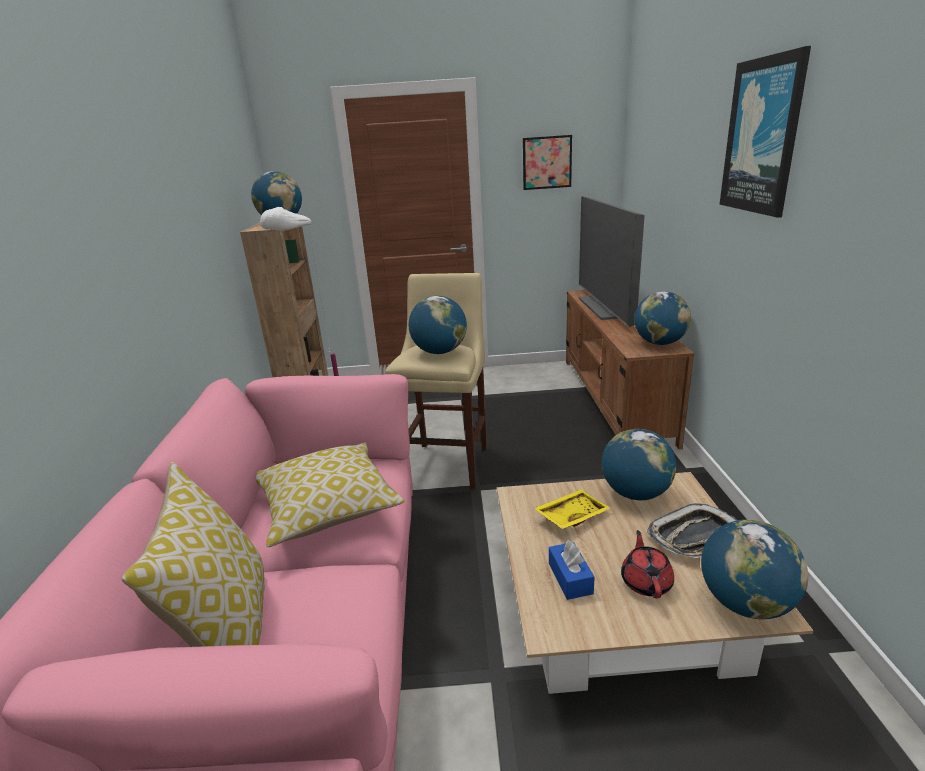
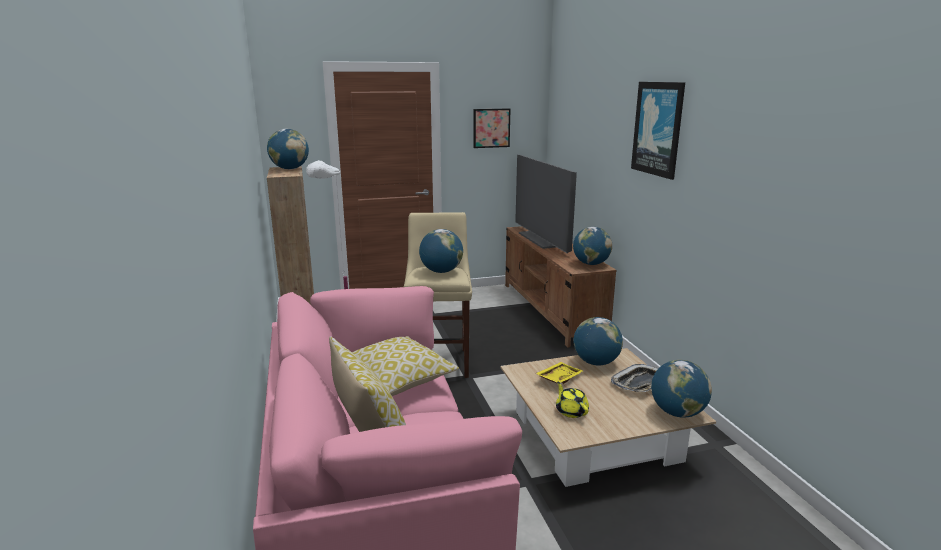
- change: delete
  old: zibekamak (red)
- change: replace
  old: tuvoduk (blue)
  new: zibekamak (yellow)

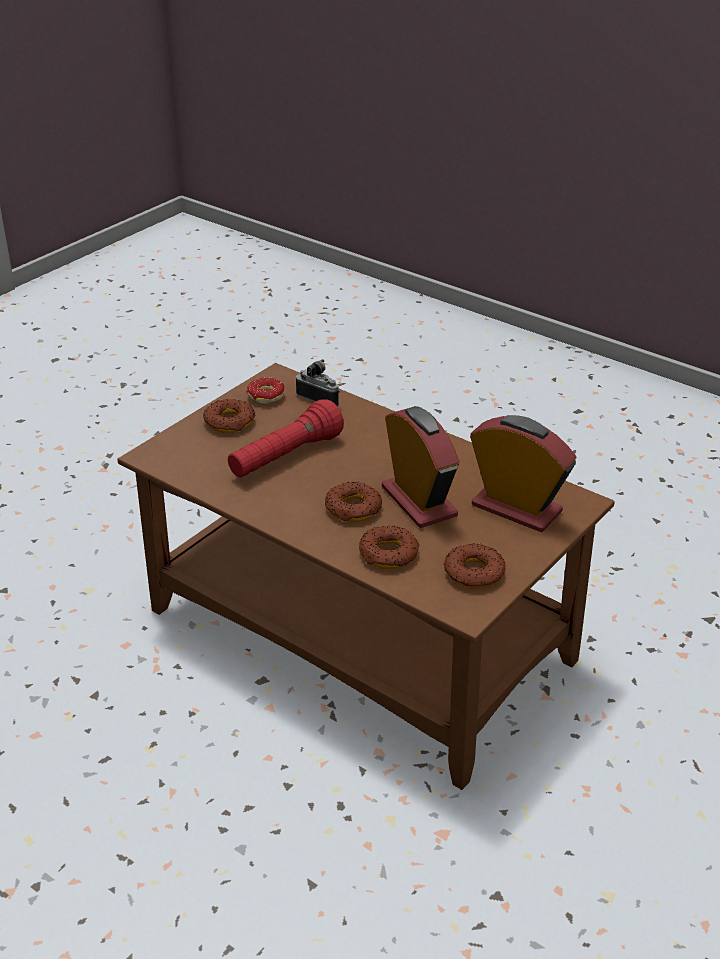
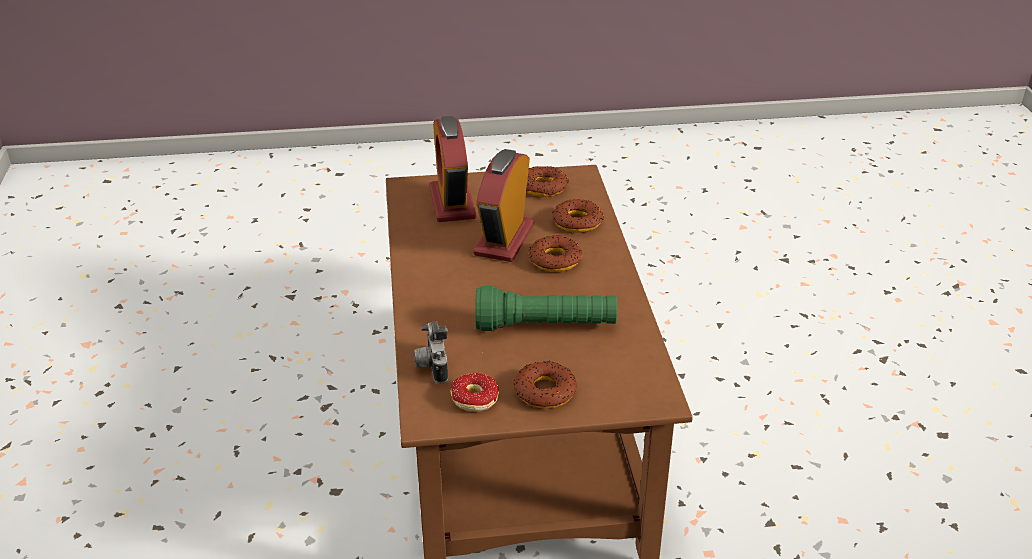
- change: recolor
  old: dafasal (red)
  new: dafasal (green)

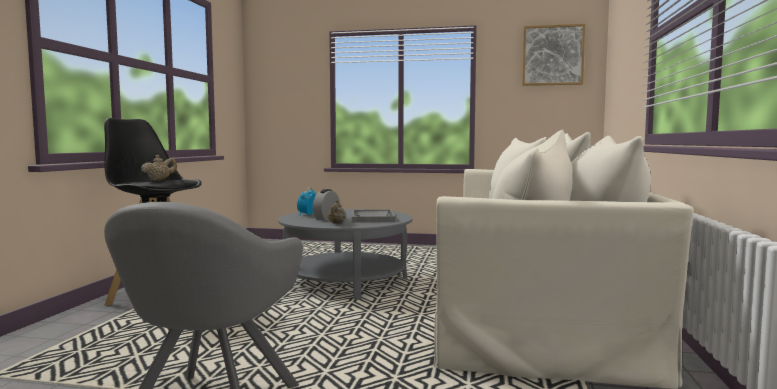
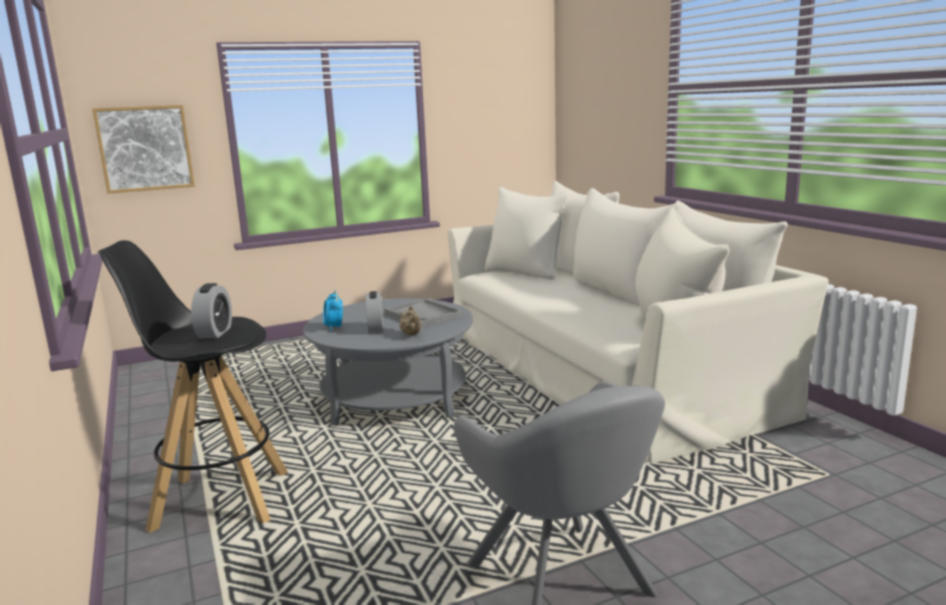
- change: move
  old: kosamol
- change: replace
  old: zibekamak (beige) (1st from left)
  new: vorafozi (1st from left)

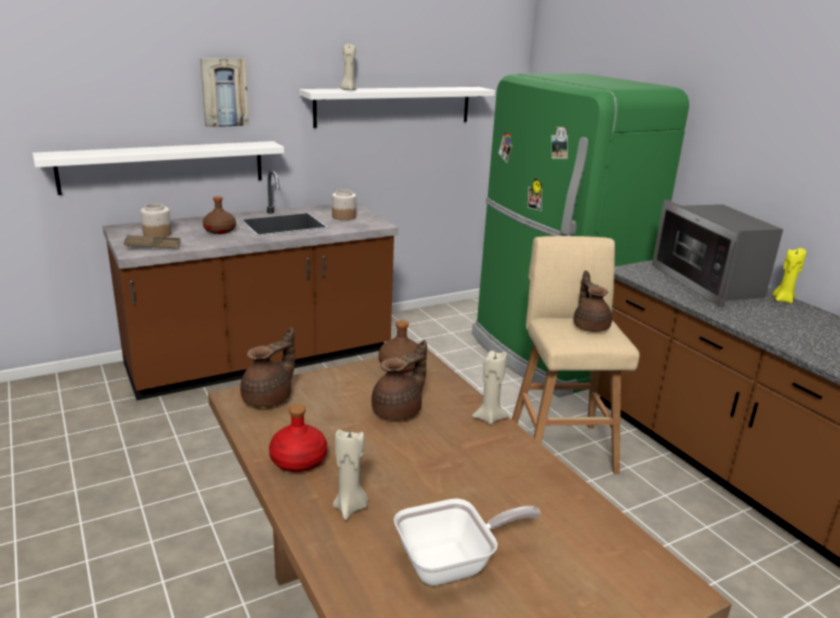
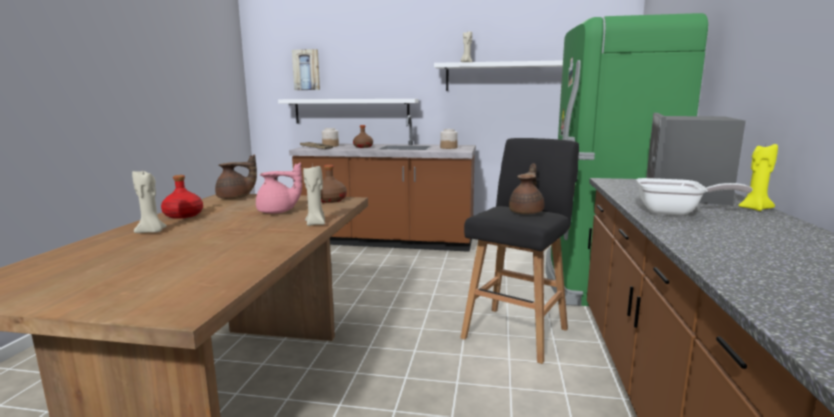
- change: move
  old: kosamol
- change: recolor
  old: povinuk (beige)
  new: povinuk (black)
- change: recolor
  old: zibekamak (brown) (2nd from left)
  new: zibekamak (pink)
- change: move
  old: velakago

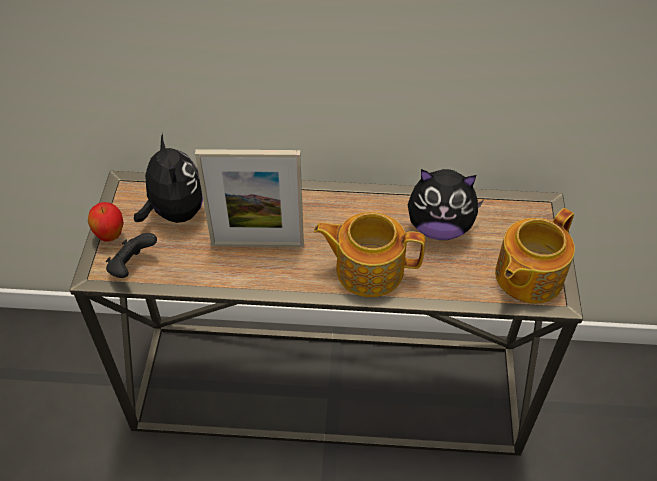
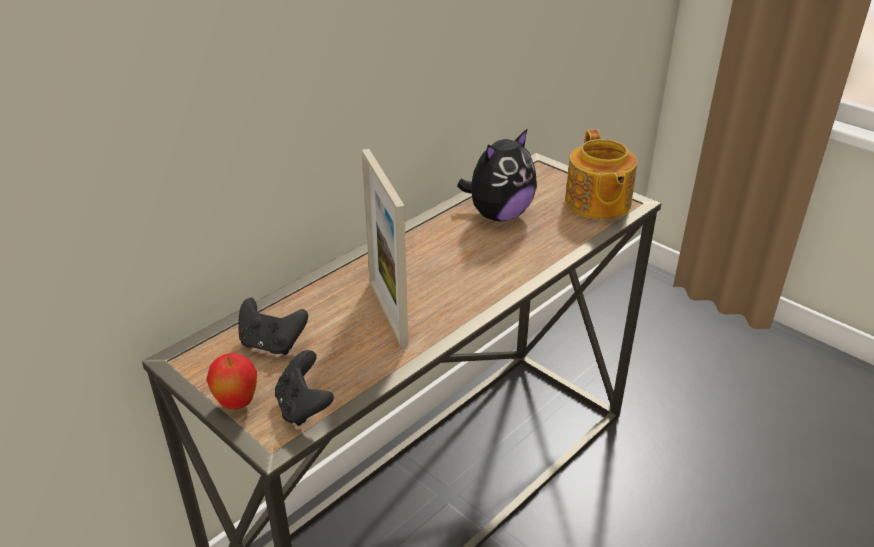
- change: replace
  old: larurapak (1st from left)
  new: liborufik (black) (1st from left)
- change: rotate
  old: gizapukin
  degrees: 120
- change: delete
  old: zibekamak (1st from left)

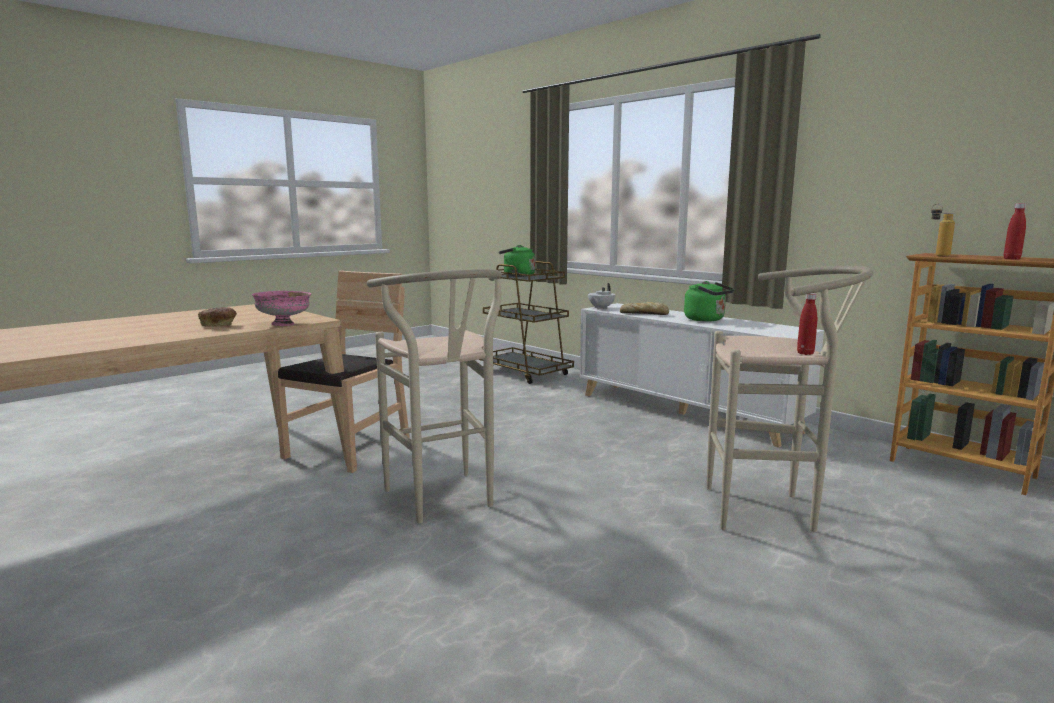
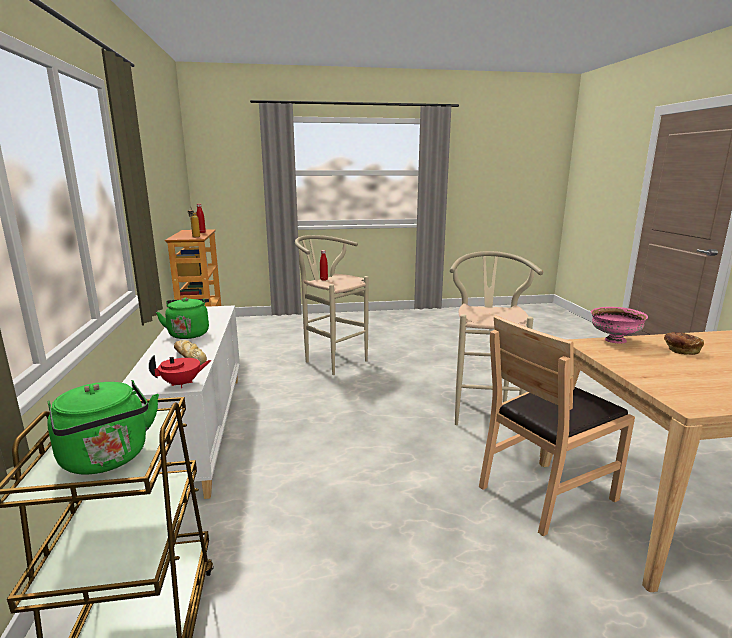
- change: recolor
  old: zibekamak (white)
  new: zibekamak (red)

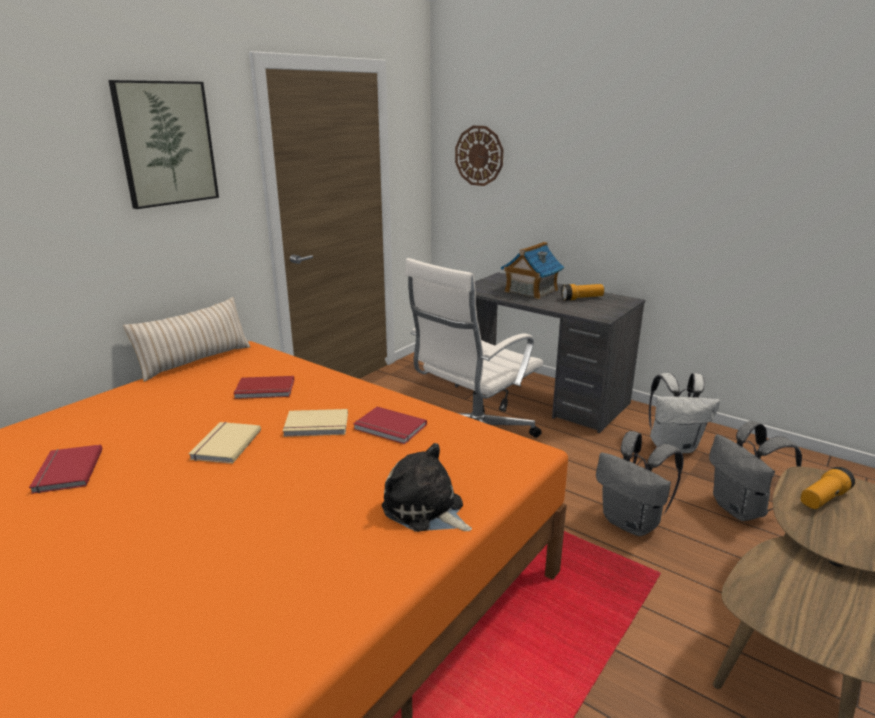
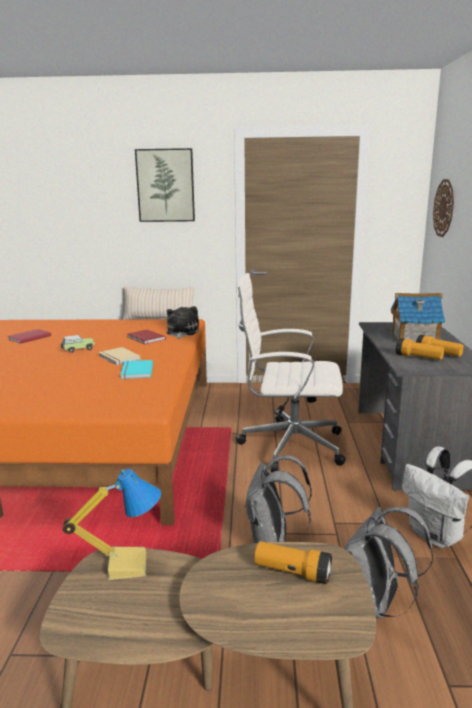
- change: recolor
  old: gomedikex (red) (3rd from left)
  new: gomedikex (turquoise)
- change: replace
  old: gomedikex (beige) (1st from left)
  new: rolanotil
- change: move
  old: larurapak
- change: insert
  new: dafasal (2nd from left)
- change: insert
  new: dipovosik

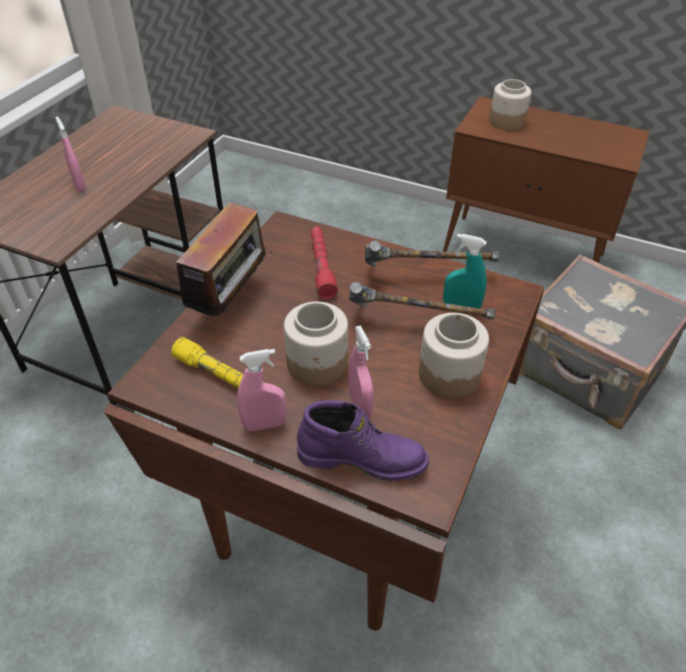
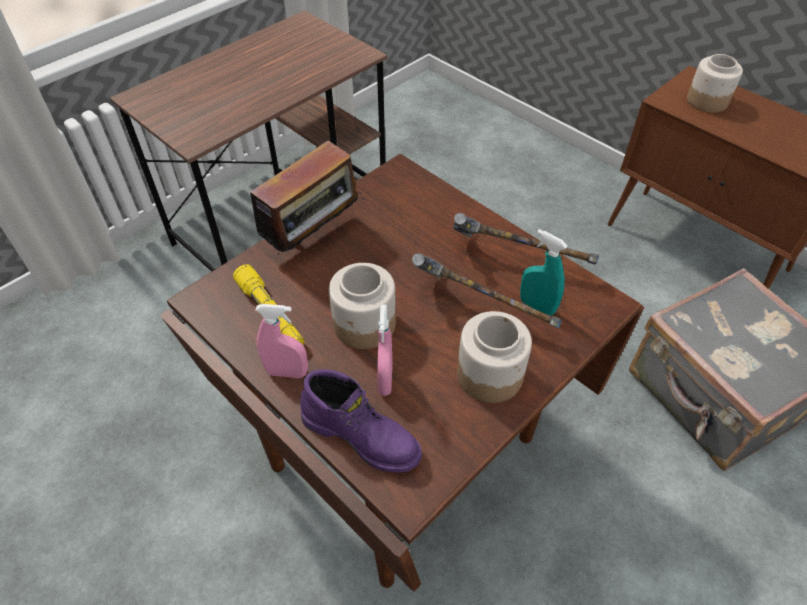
- change: delete
  old: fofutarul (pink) (1st from left)
- change: delete
  old: dafasal (red)

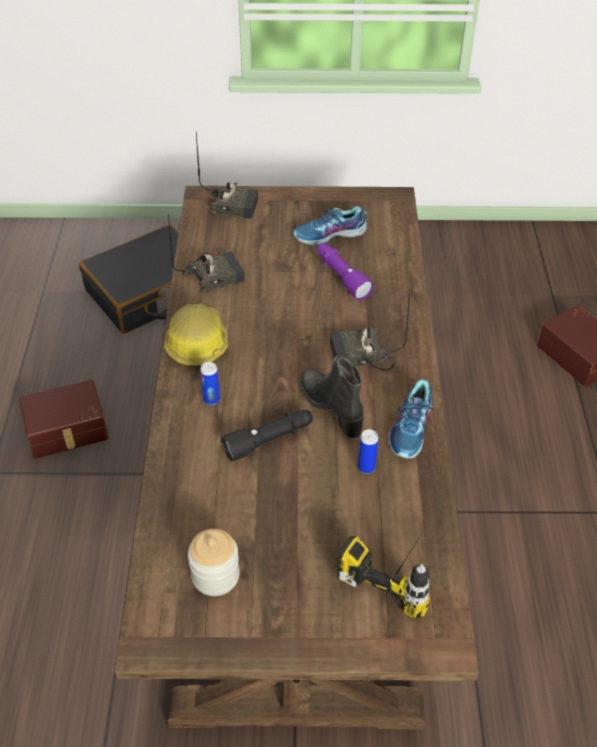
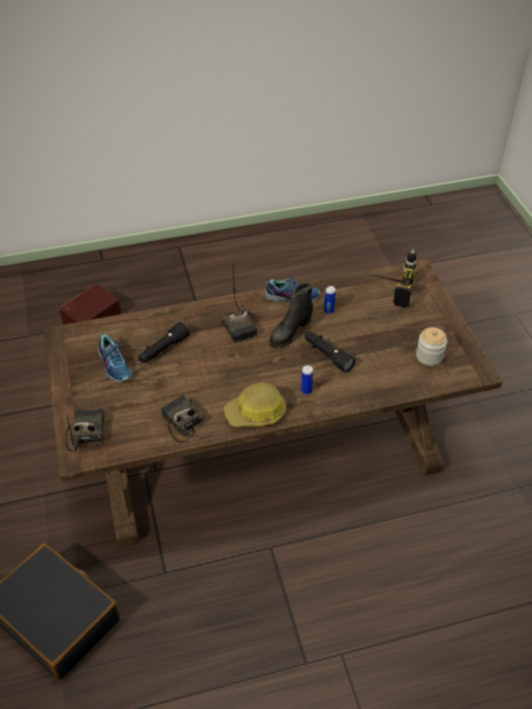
- change: recolor
  old: dafasal (purple)
  new: dafasal (black) (1st from left)
- change: delete
  old: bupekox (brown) (1st from left)

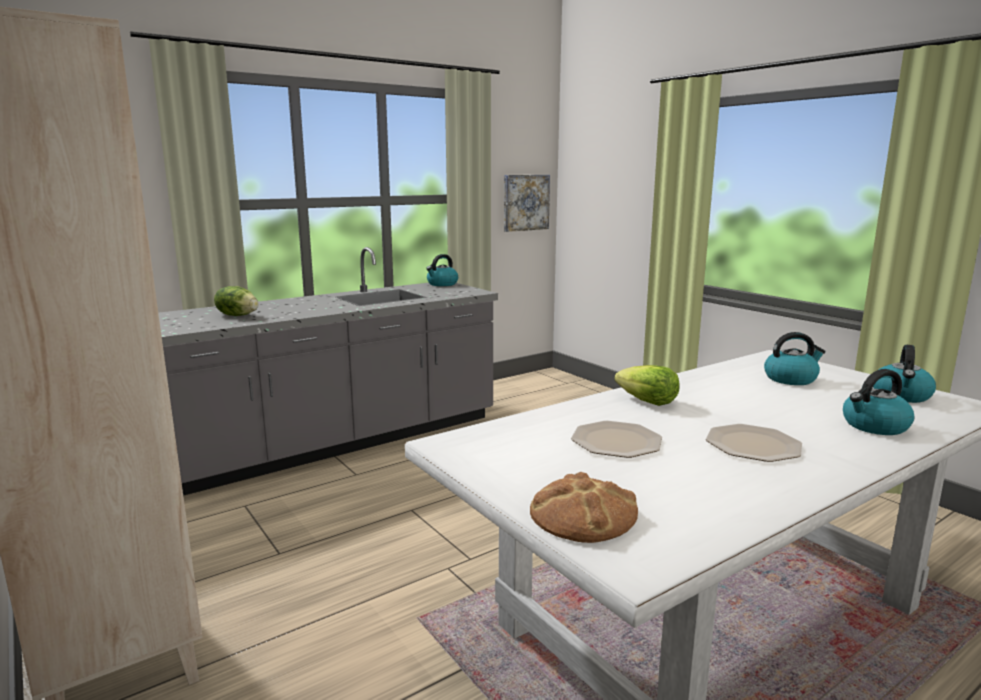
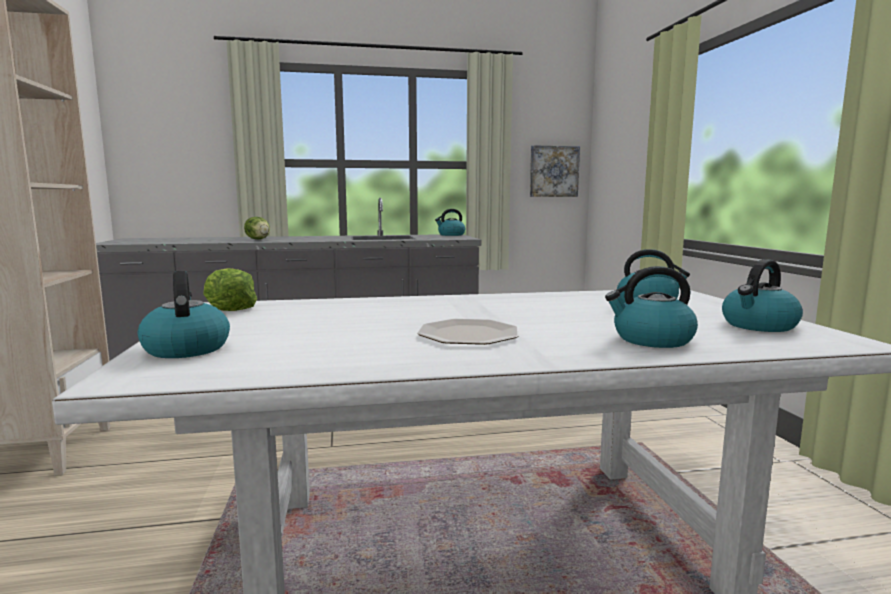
- change: move
  old: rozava (2nd from left in the first image)
  new: rozava (1st from left)
- change: delete
  old: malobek (1st from left)
- change: replace
  old: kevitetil
  new: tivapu (1st from left)

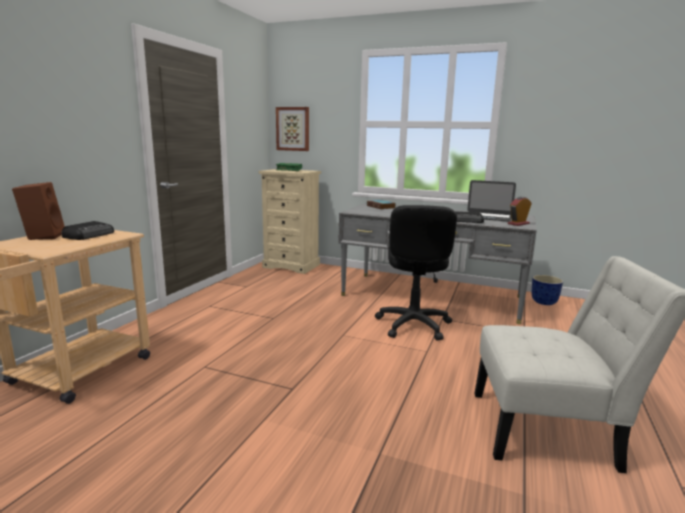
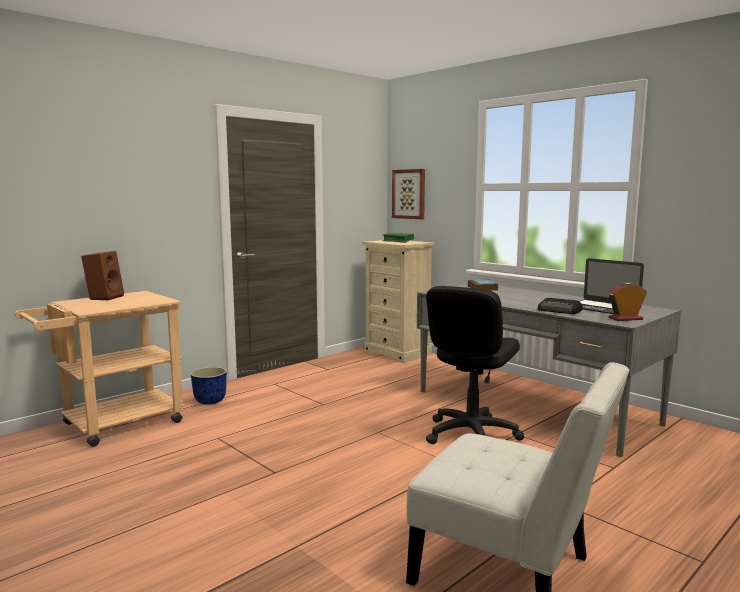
- change: delete
  old: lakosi (1st from left)
- change: move
  old: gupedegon

